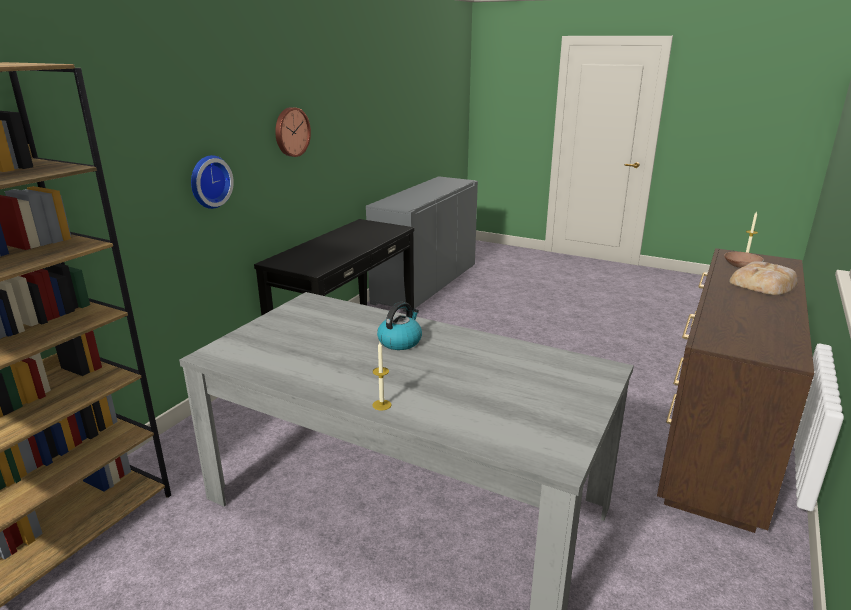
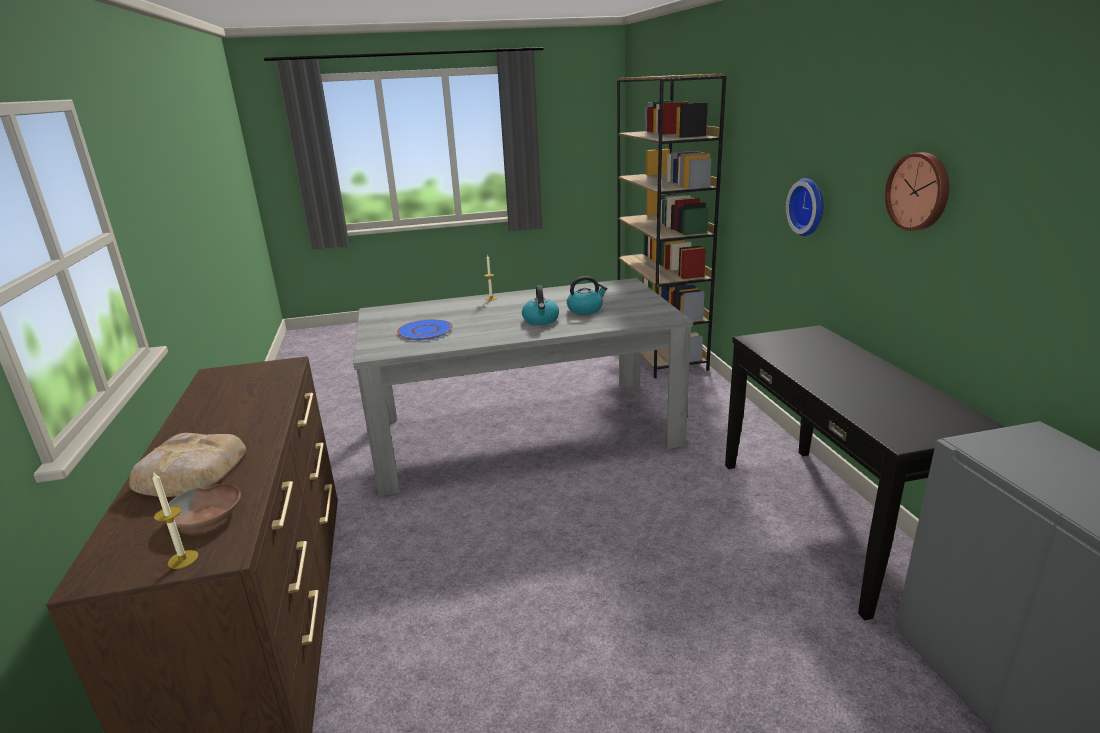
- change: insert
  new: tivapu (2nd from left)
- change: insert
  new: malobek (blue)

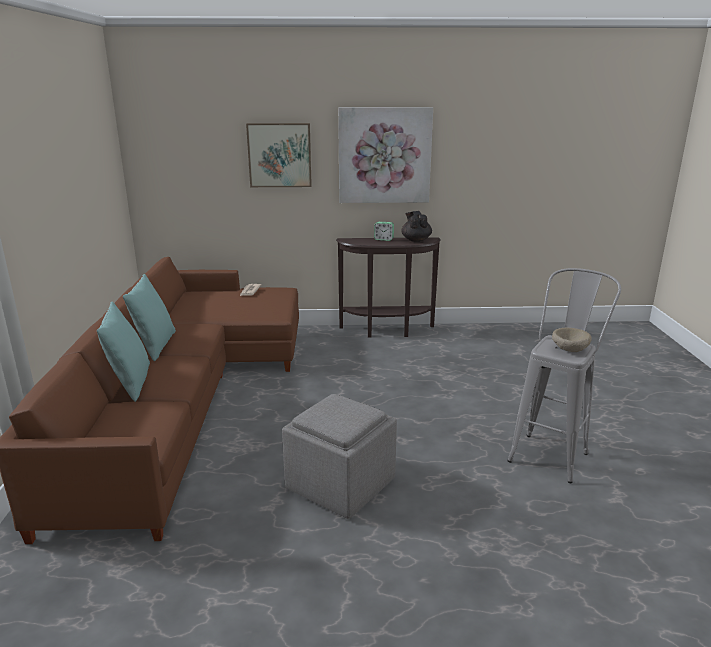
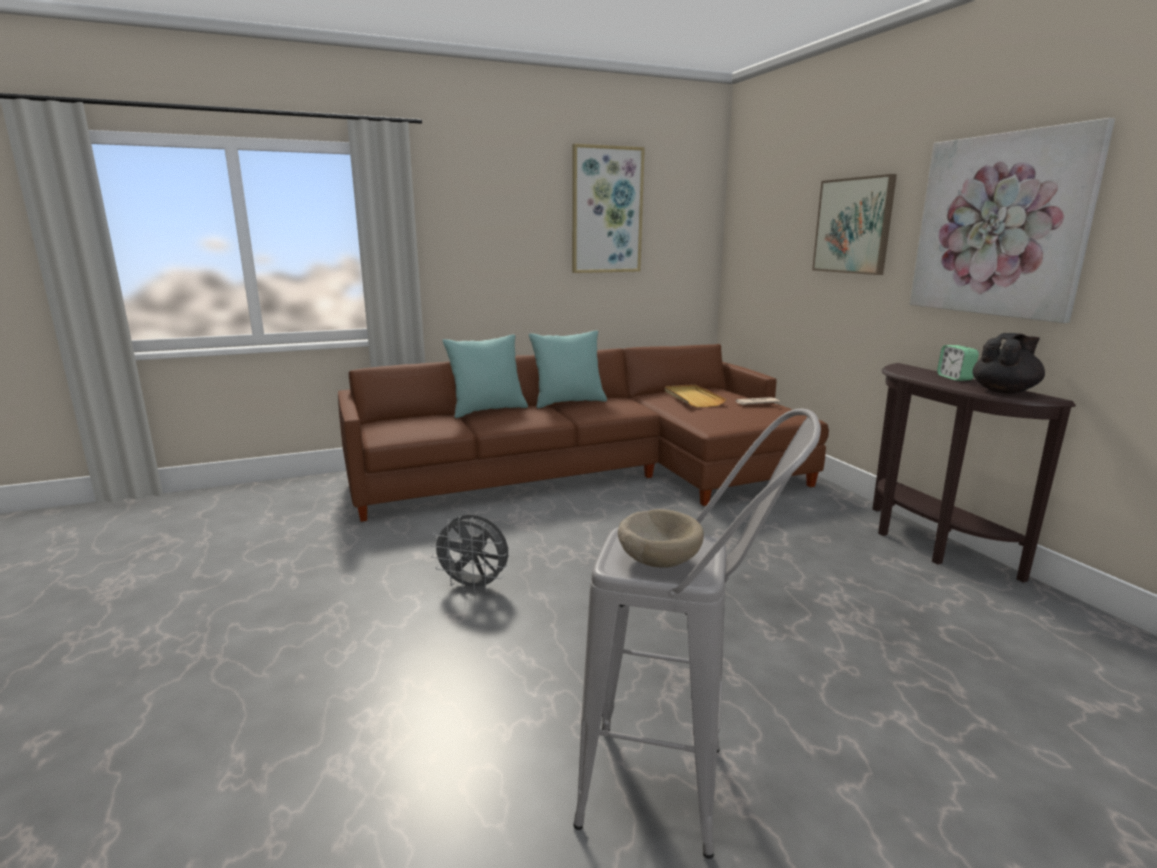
- change: replace
  old: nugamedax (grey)
  new: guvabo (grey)
- change: insert
  new: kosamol (1st from left)
- change: insert
  new: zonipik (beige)

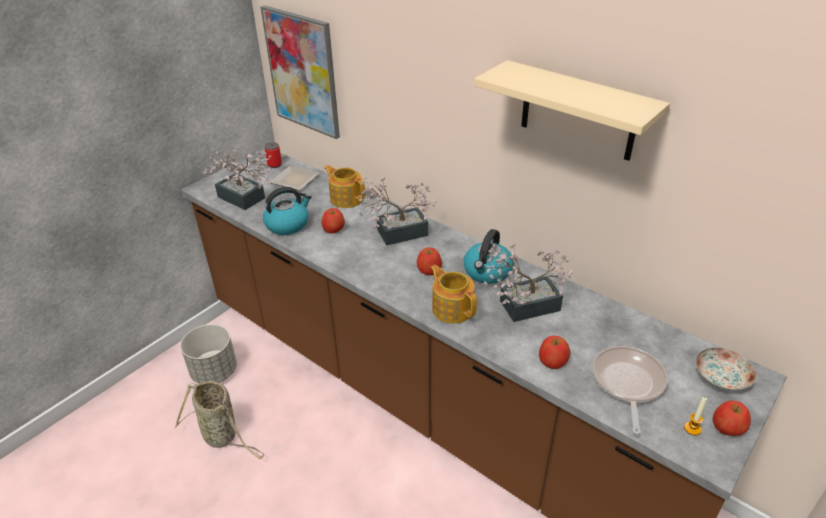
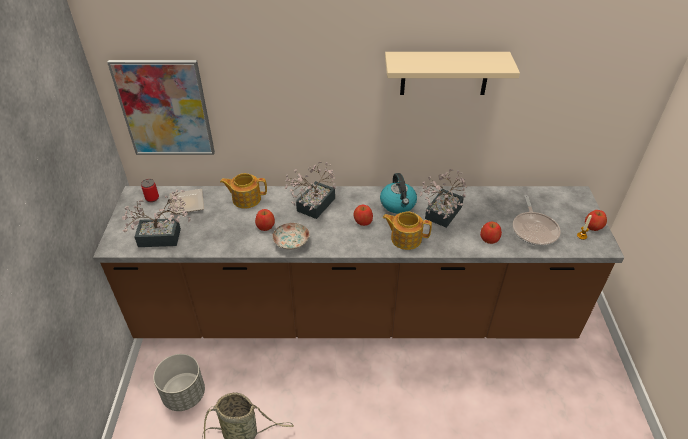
- change: delete
  old: tivapu (1st from left)
- change: rotate
  old: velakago
  degrees: -150
- change: move
  old: malobek (2nd from left)

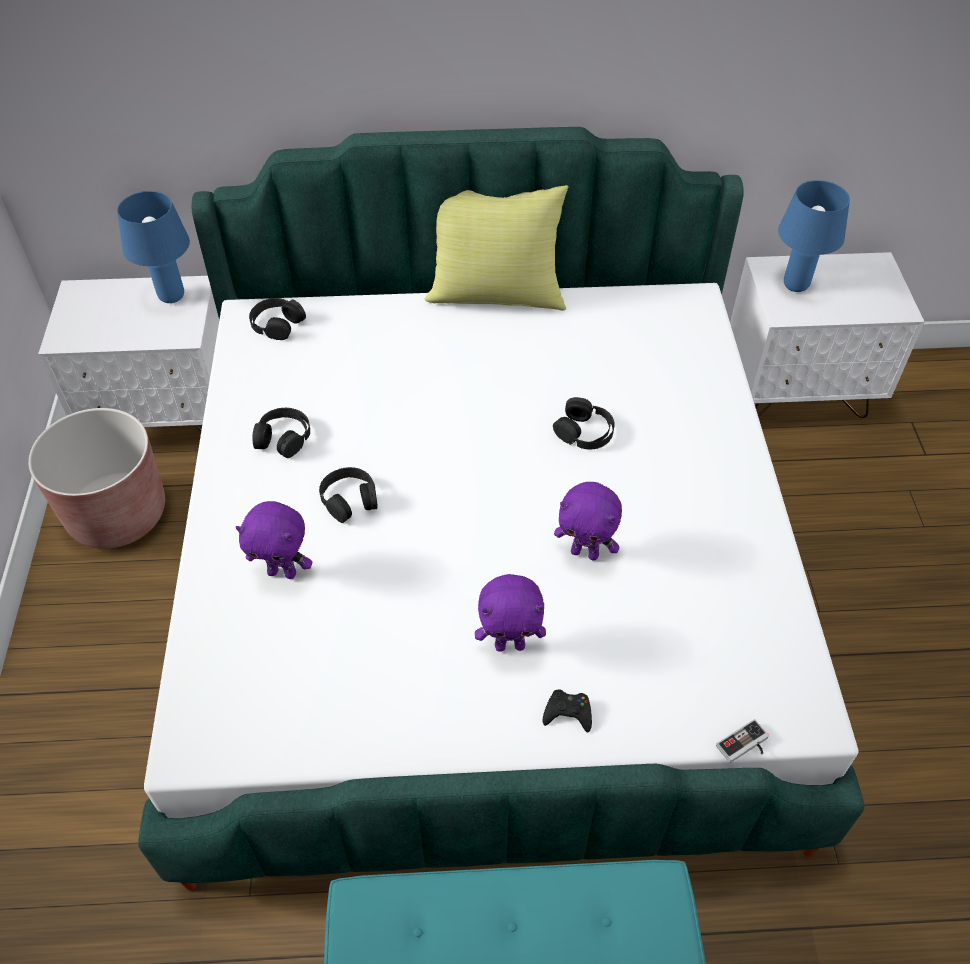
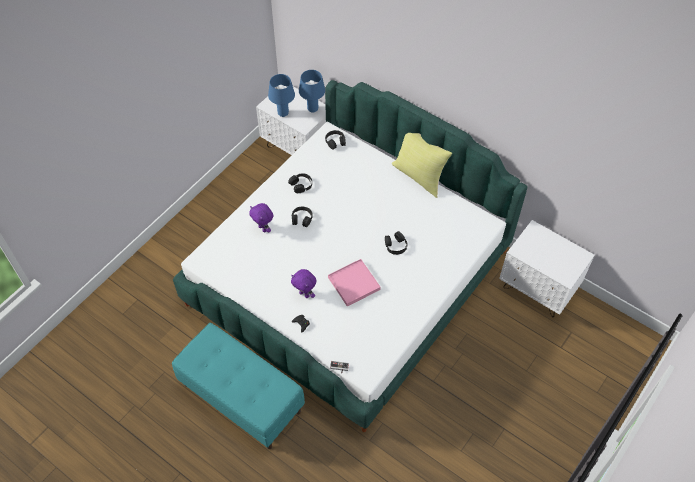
- change: move
  old: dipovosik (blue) (2nd from left in the first image)
  new: dipovosik (blue) (1st from left)
- change: delete
  old: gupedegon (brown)
- change: replace
  old: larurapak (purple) (3rd from left)
  new: zonipik (pink)

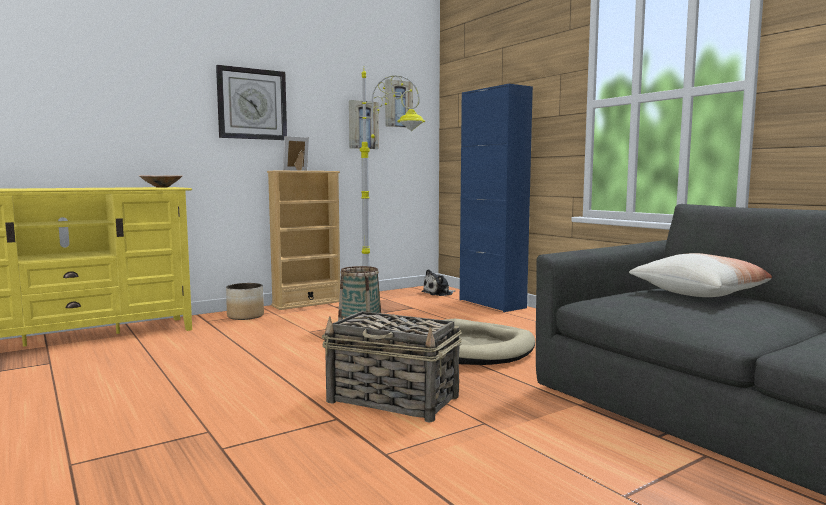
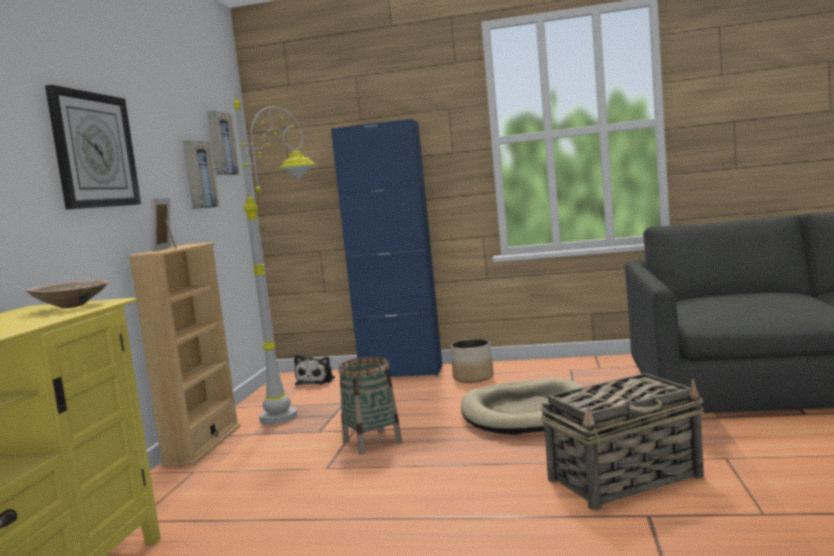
- change: delete
  old: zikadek
- change: move
  old: gupedegon

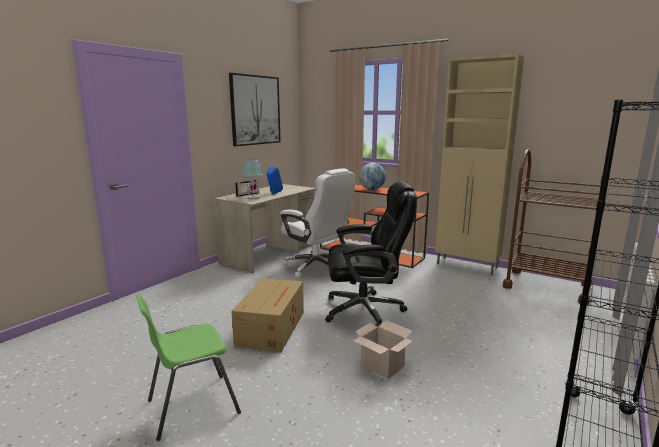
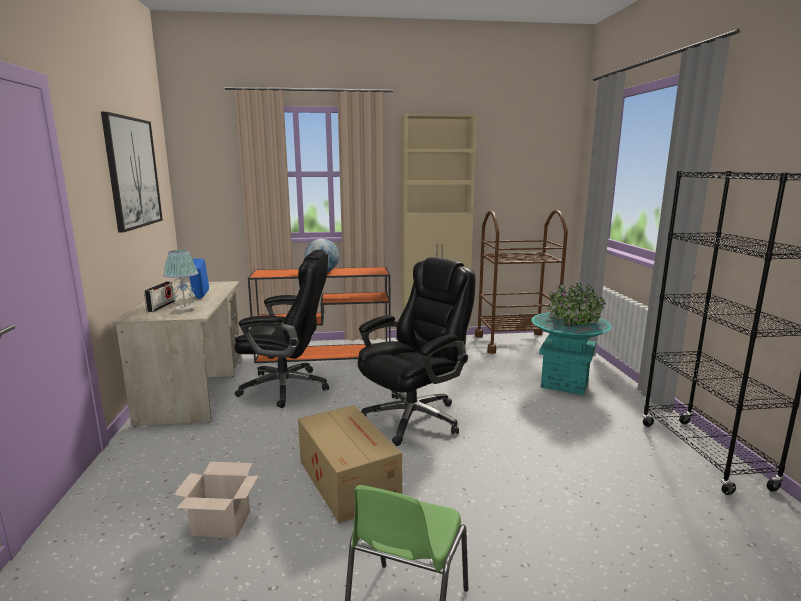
- change: recolor
  old: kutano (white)
  new: kutano (black) (1st from left)
- change: move
  old: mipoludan (2nd from left in the first image)
  new: mipoludan (1st from left)
- change: insert
  new: gupedegon (turquoise)

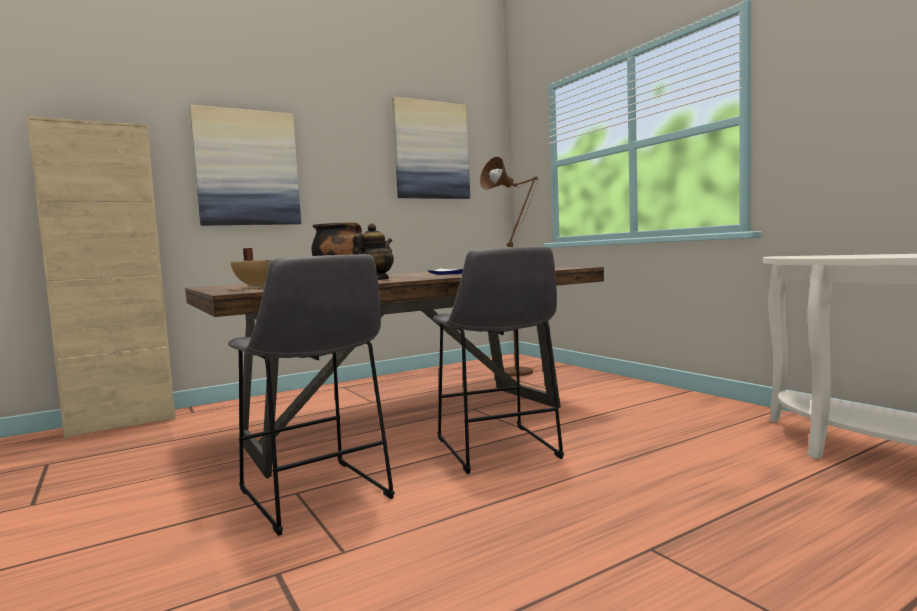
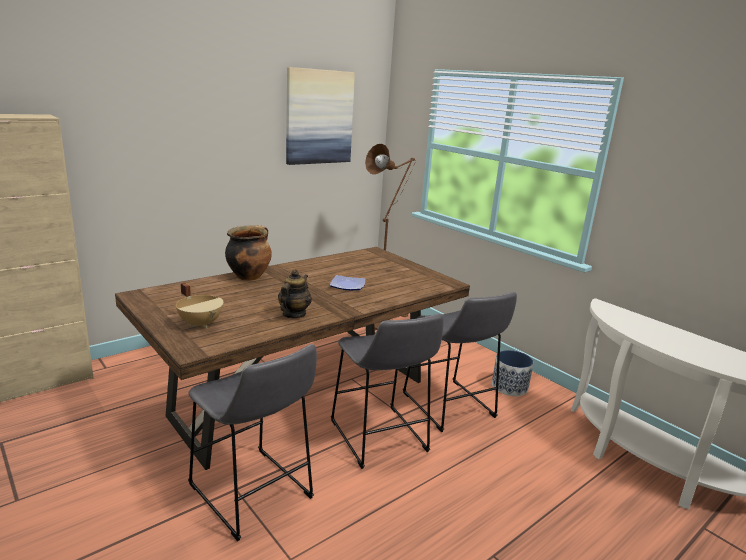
- change: delete
  old: kosamol (1st from left)
- change: insert
  new: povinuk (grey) (3rd from left)
- change: insert
  new: gupedegon

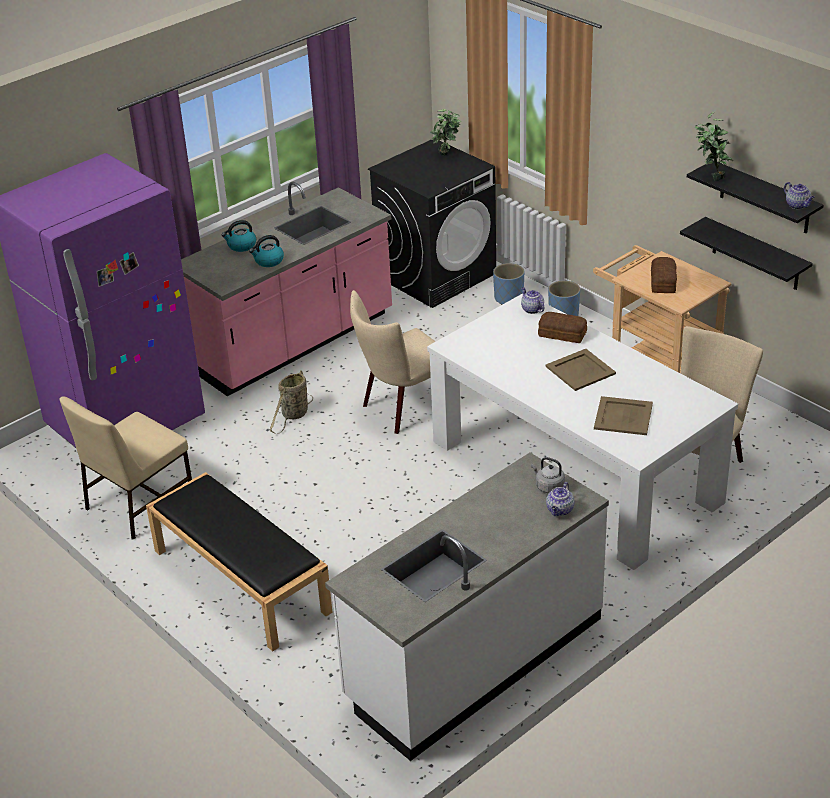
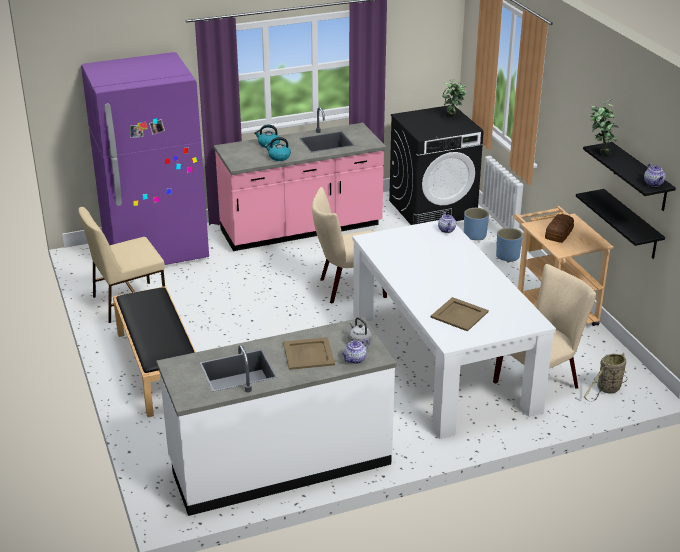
- change: delete
  old: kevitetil (1st from left)
- change: move
  old: zonipik (beige) (1st from left)
- change: move
  old: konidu

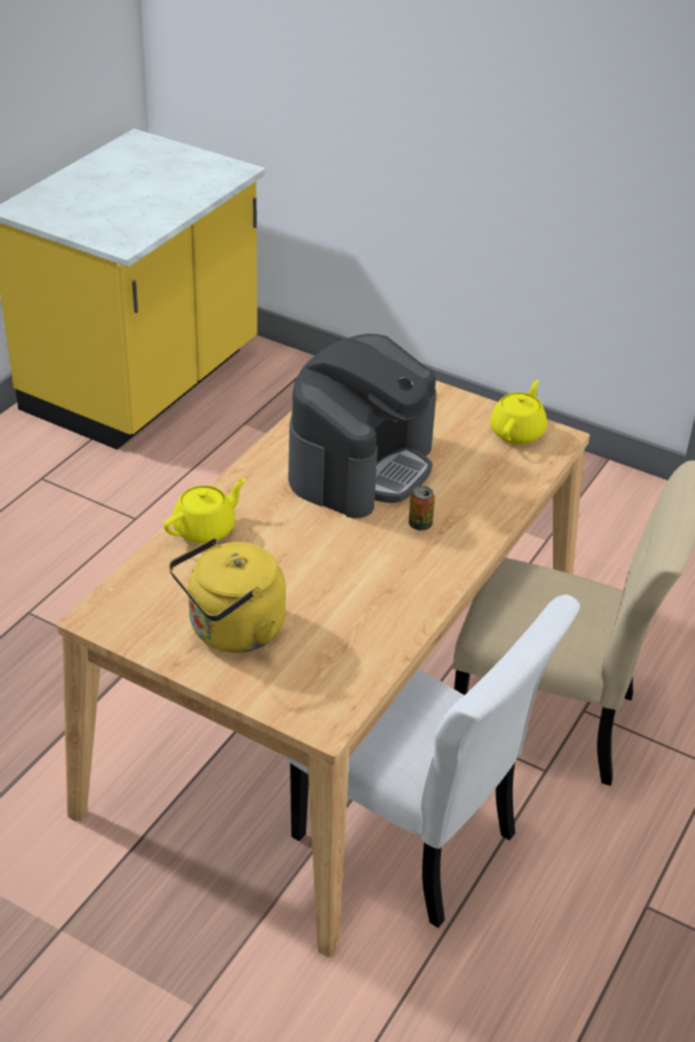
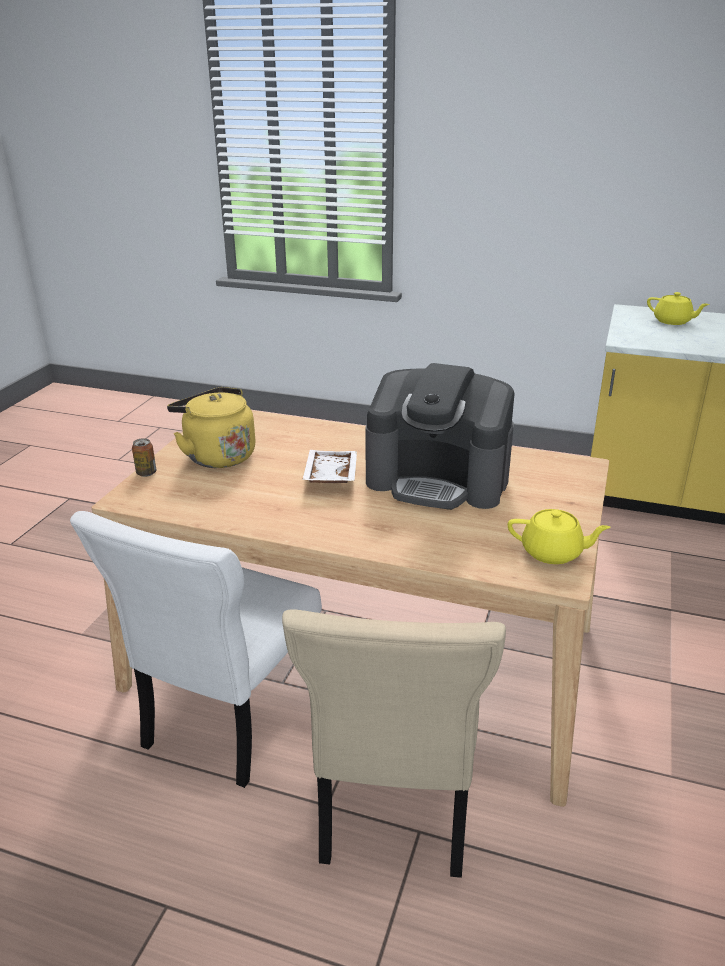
- change: move
  old: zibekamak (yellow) (1st from left in the first image)
  new: zibekamak (yellow) (2nd from left)
- change: move
  old: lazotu
- change: insert
  new: zonipik (white)

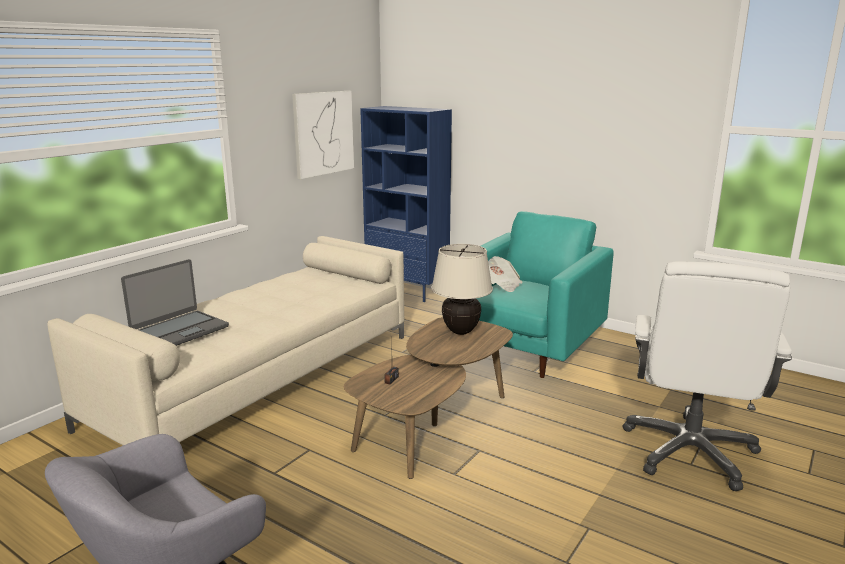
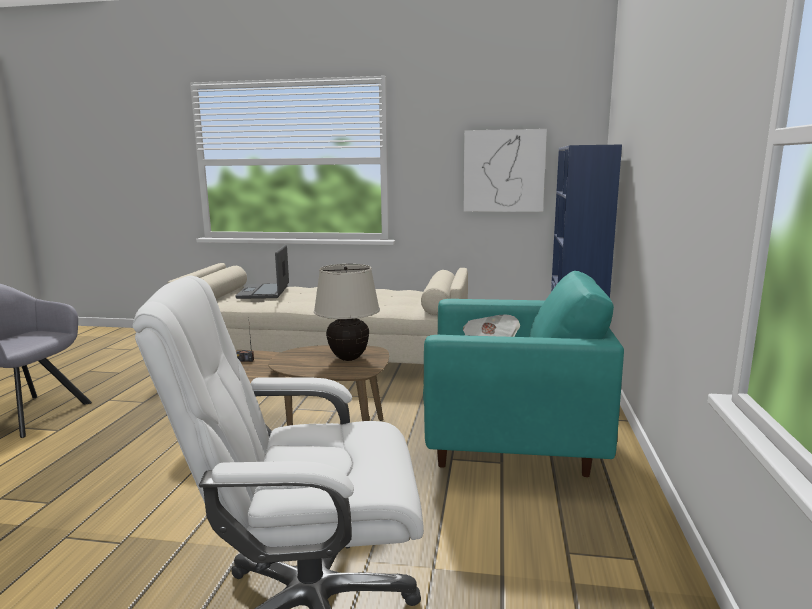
- change: rotate
  old: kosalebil
  degrees: 75

